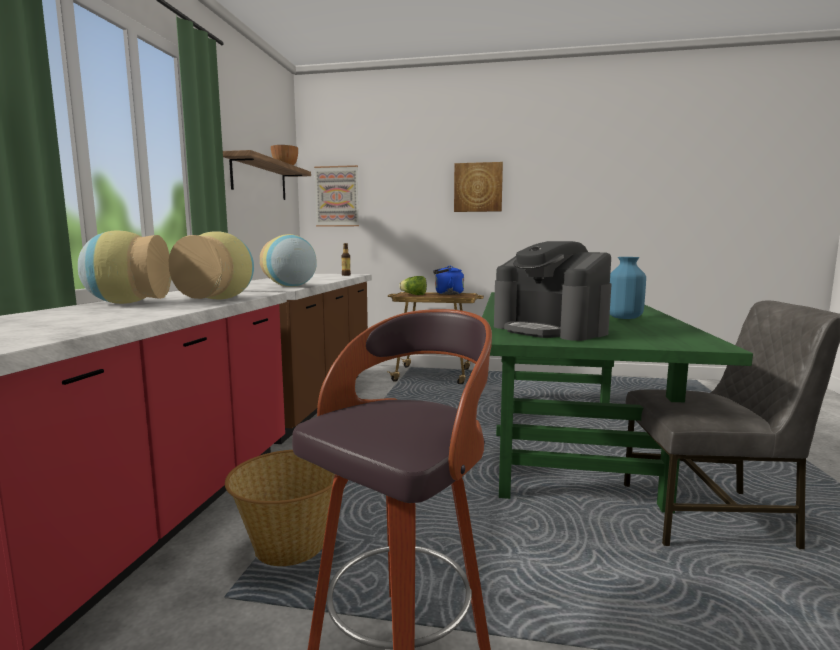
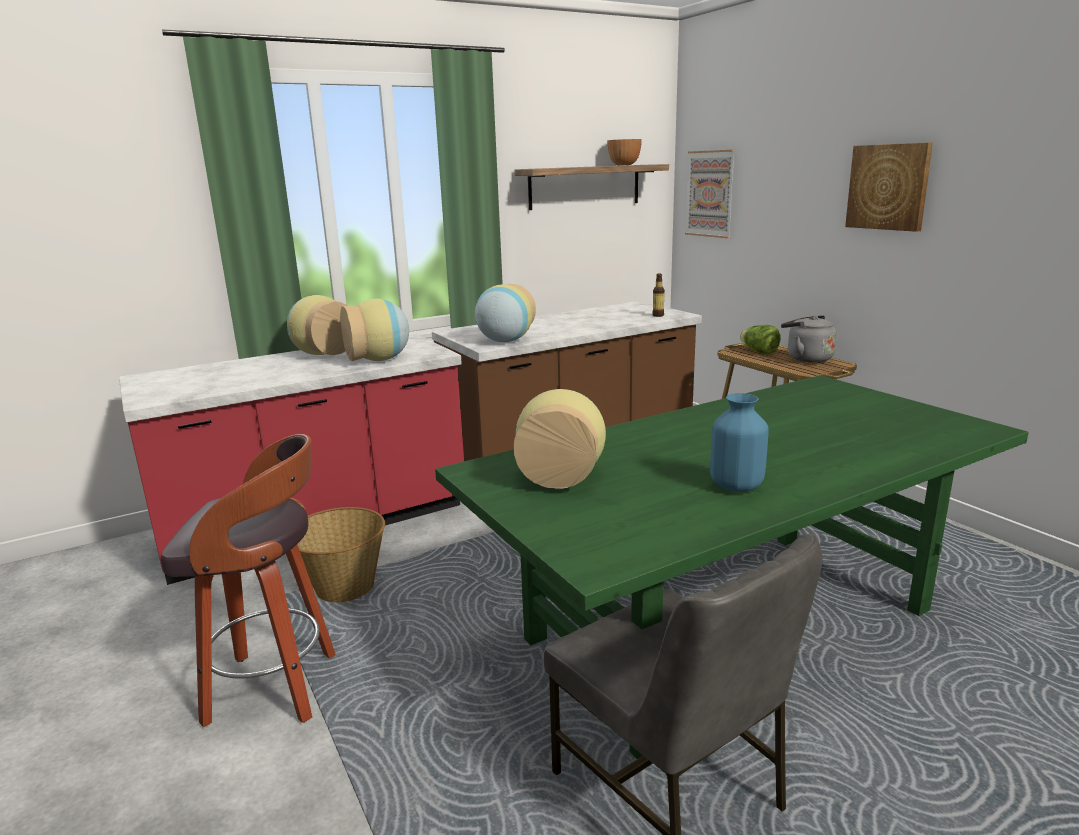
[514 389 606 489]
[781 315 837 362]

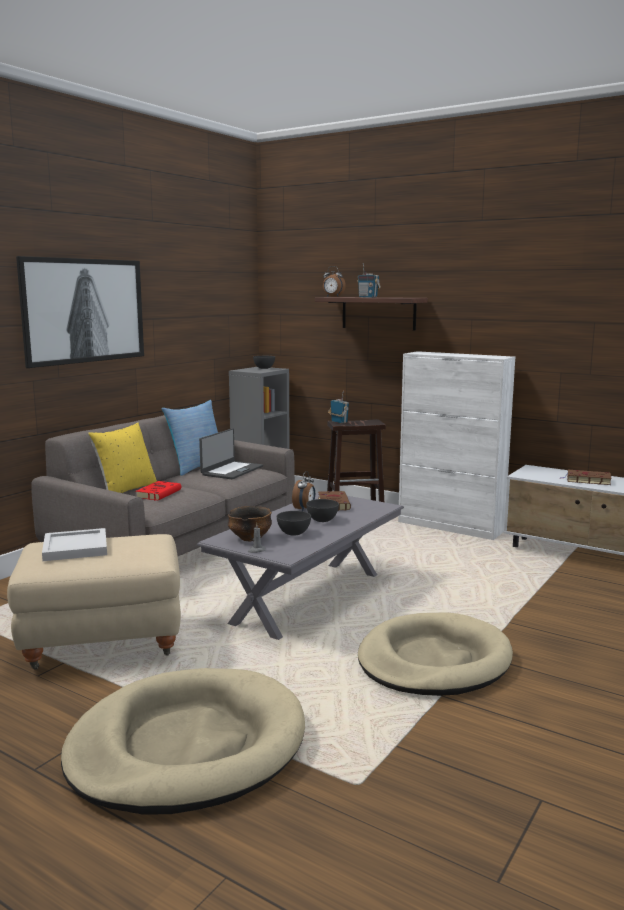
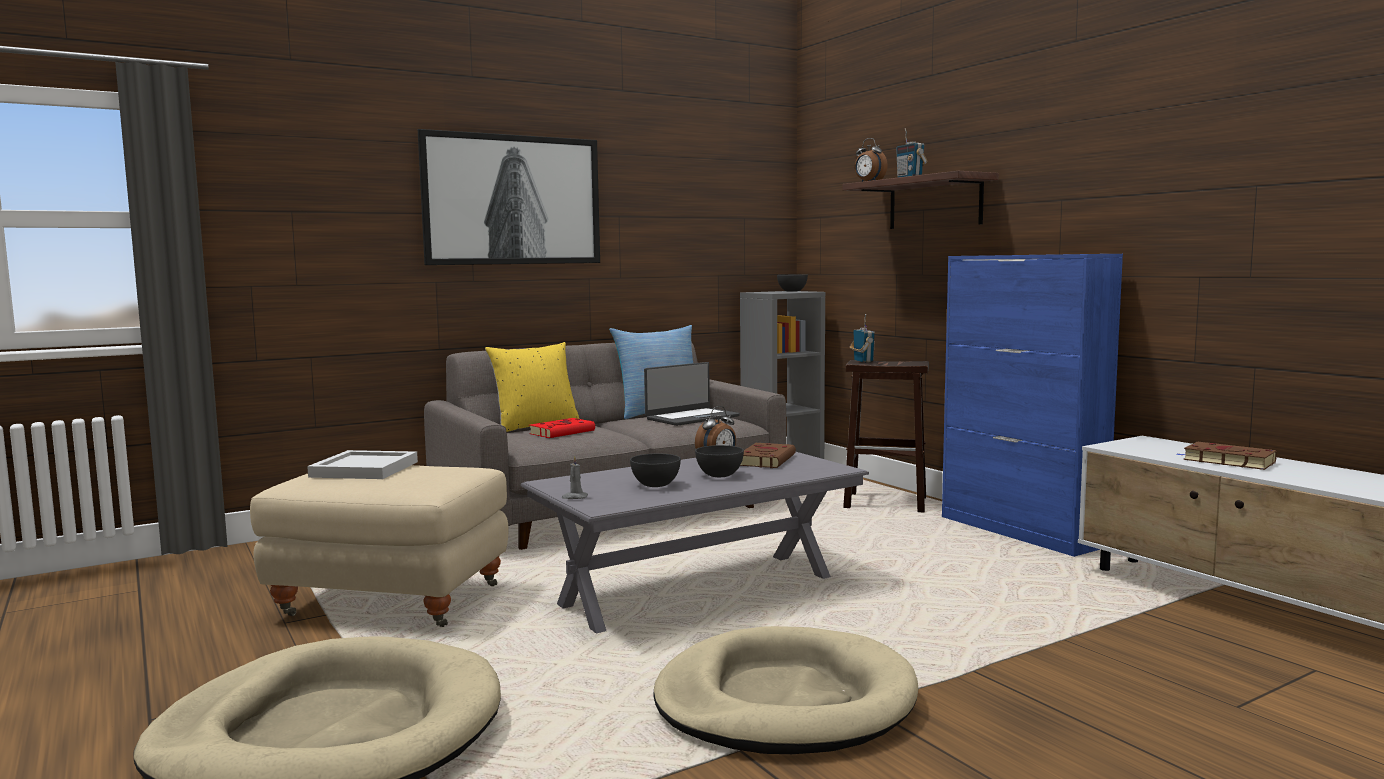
[942 254 1123 557]
[228 506 272 542] (first image)

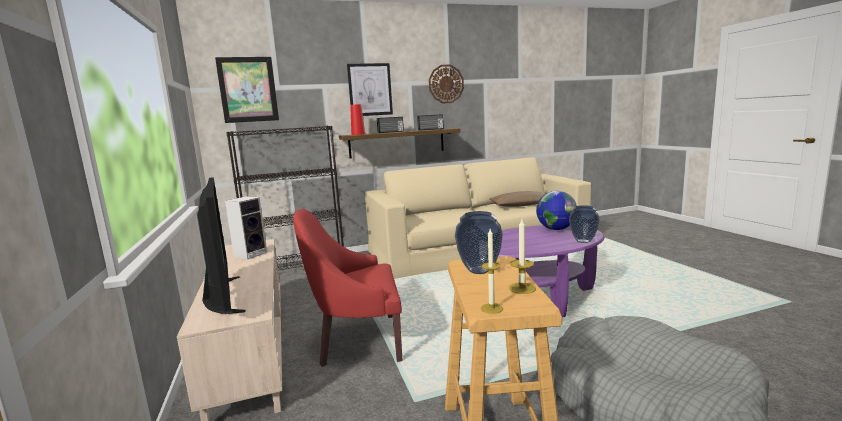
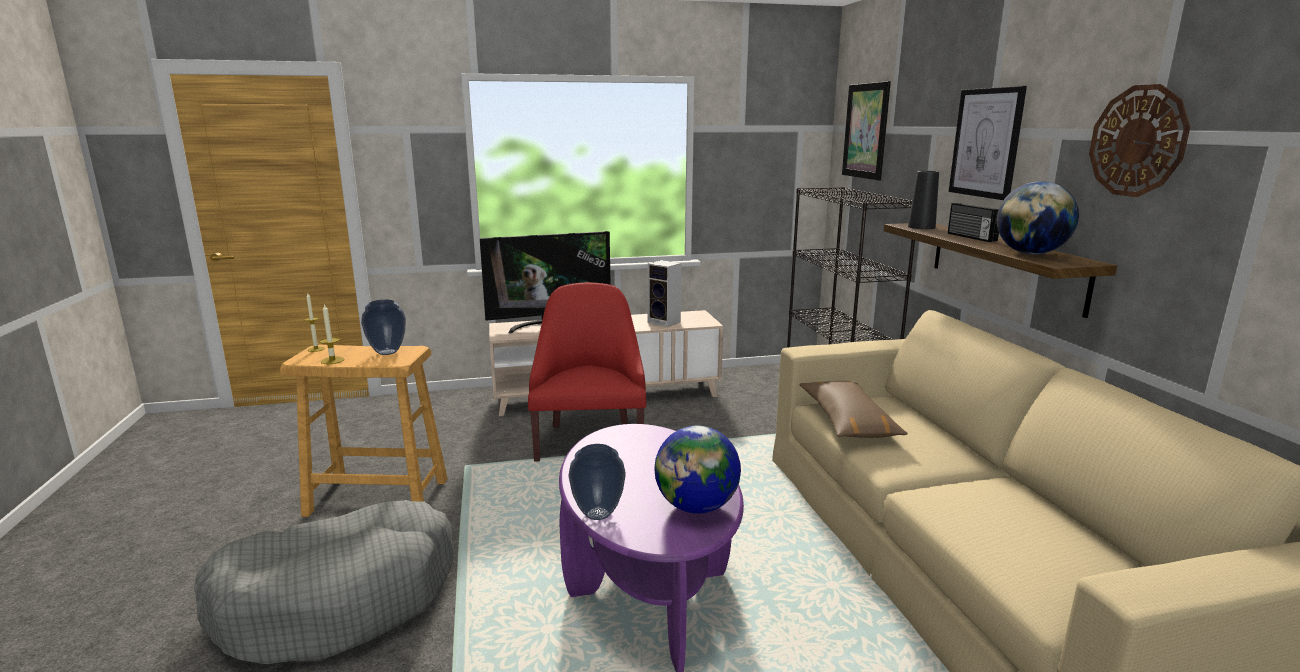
[908 171 939 229]
[997 181 1079 254]
[800 381 908 438]

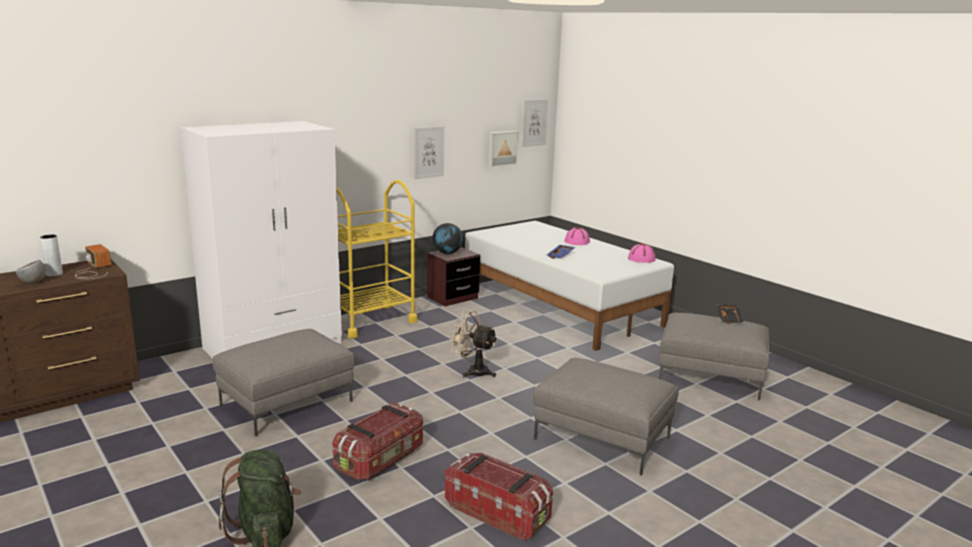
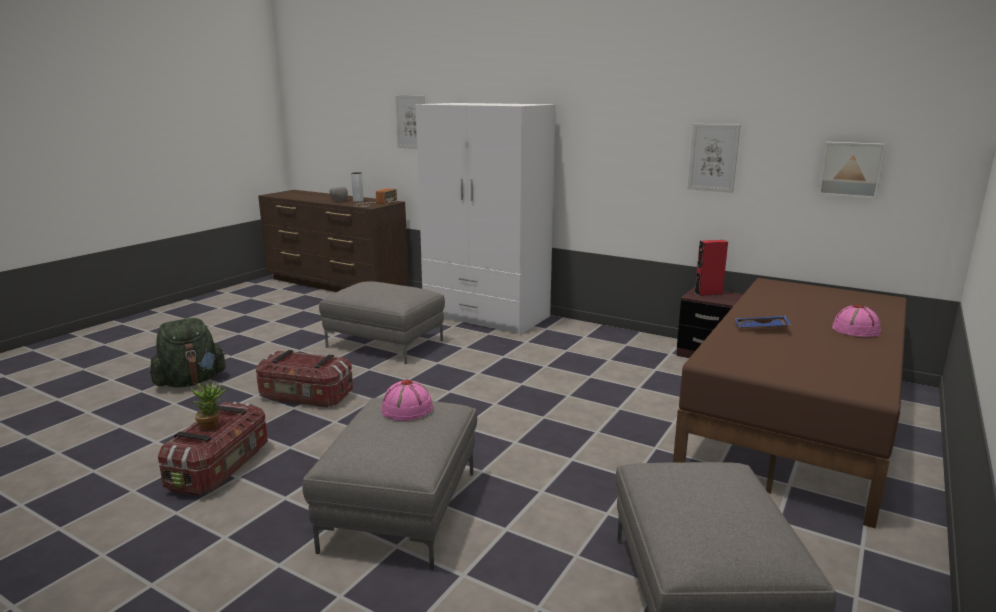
[395 95 425 149]
[337 180 418 338] (first image)
[673 278 907 529]
[695 240 728 296]
[381 380 433 421]
[717 304 743 324] (first image)
[449 310 497 378] (first image)
[187 382 227 431]

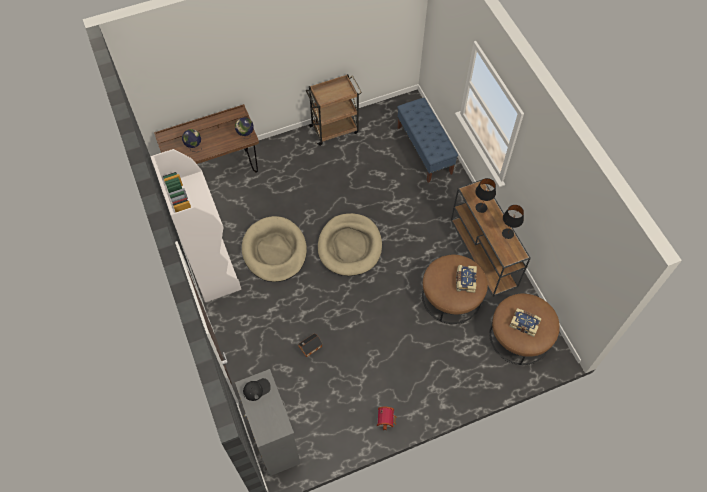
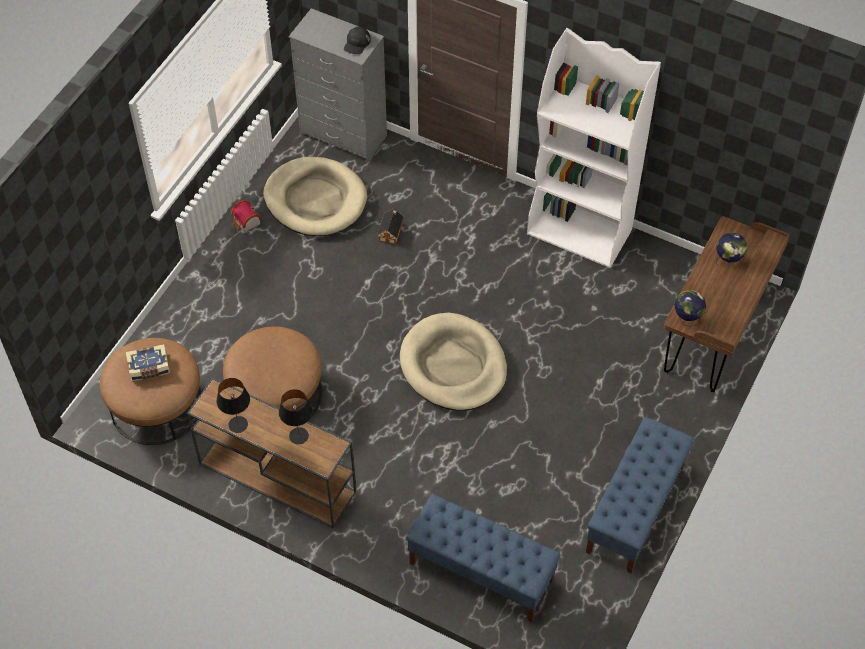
[586 417 694 573]
[263 157 367 236]
[456 265 477 293] (first image)

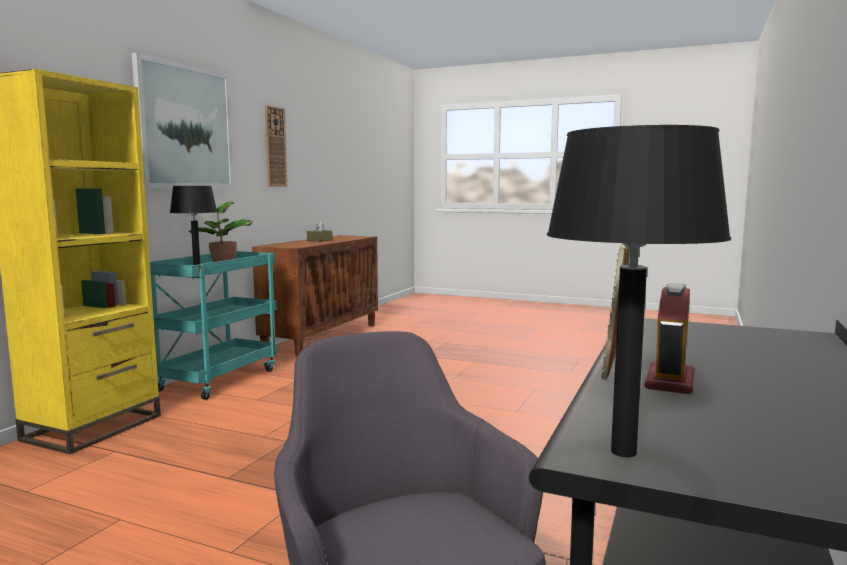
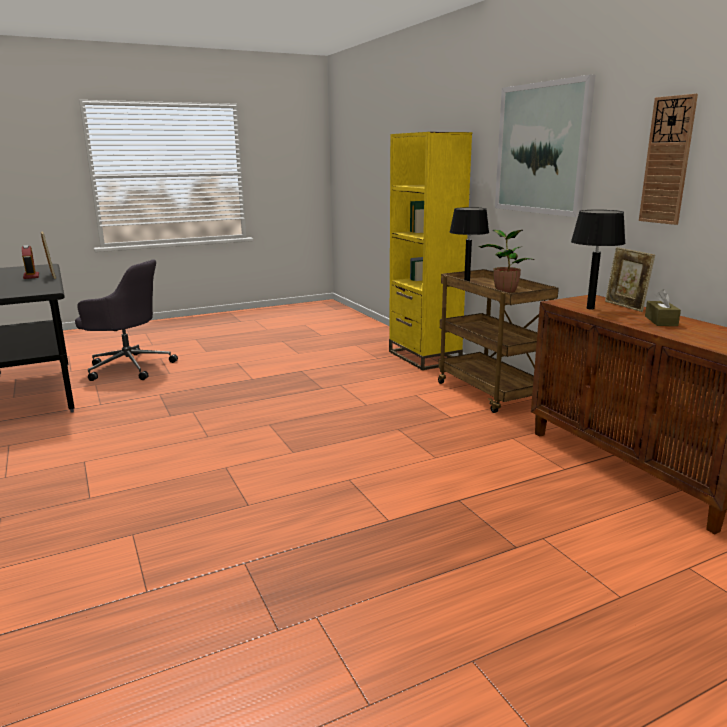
[571 210 626 310]
[438 269 559 413]
[605 247 655 312]

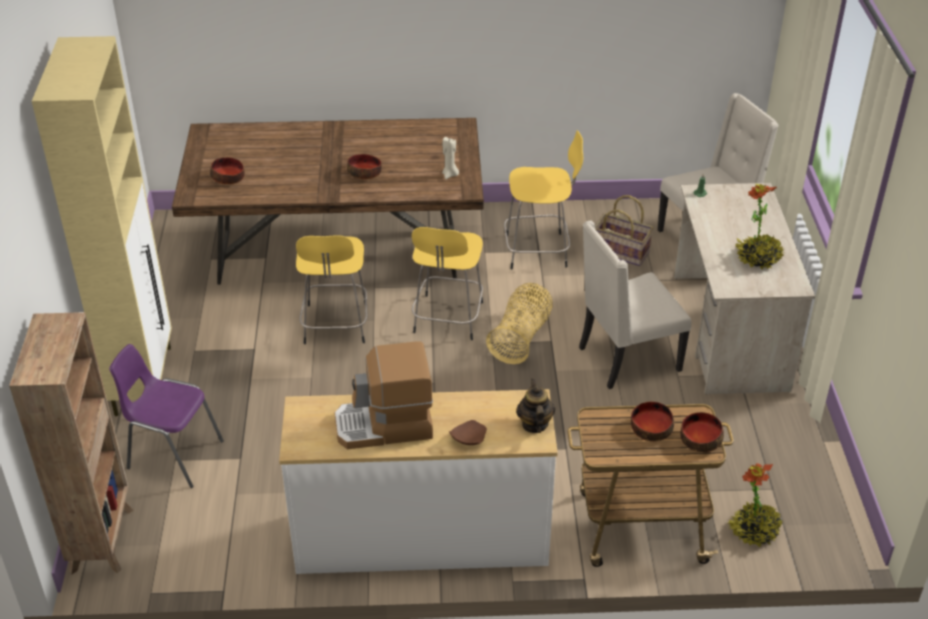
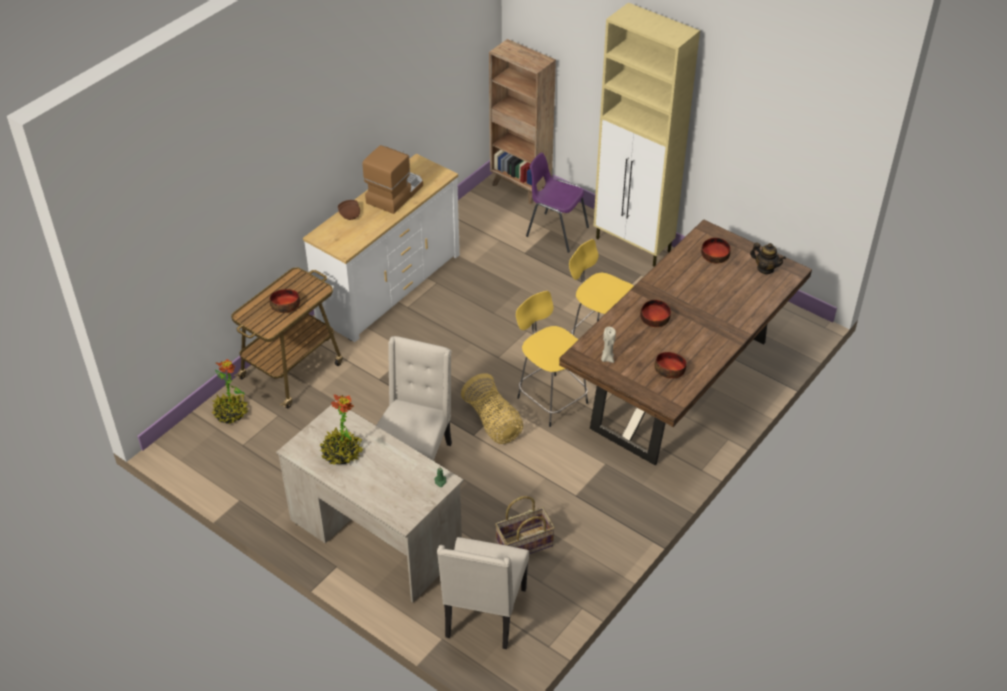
[504 130 583 269] (first image)
[526 153 589 253]
[750 243 786 274]
[654 352 687 379]

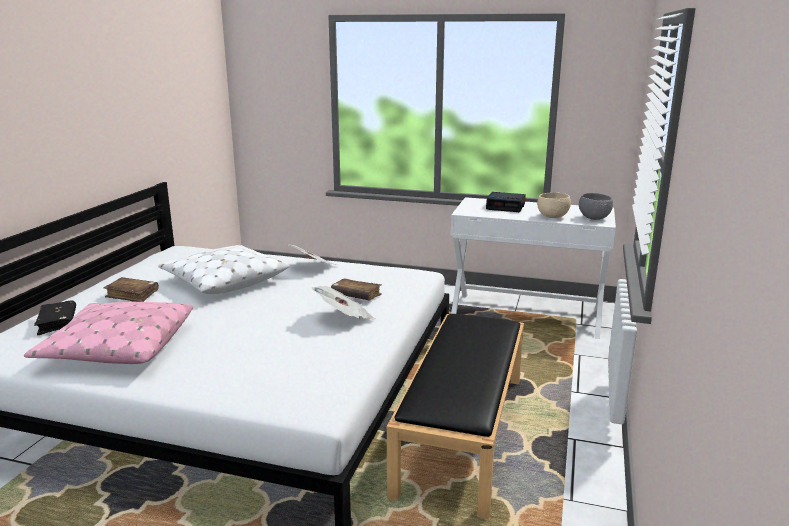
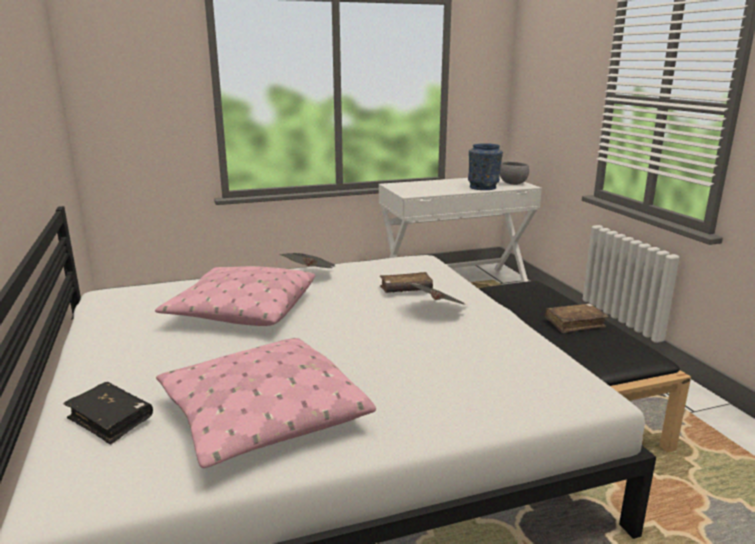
[486 192 526 212] (first image)
[468 143 503 190]
[155 266 315 326]
[545 303 609 333]

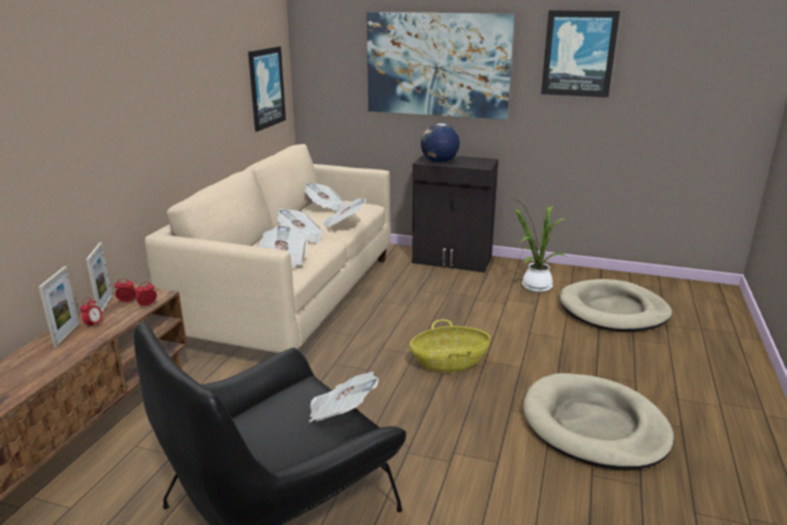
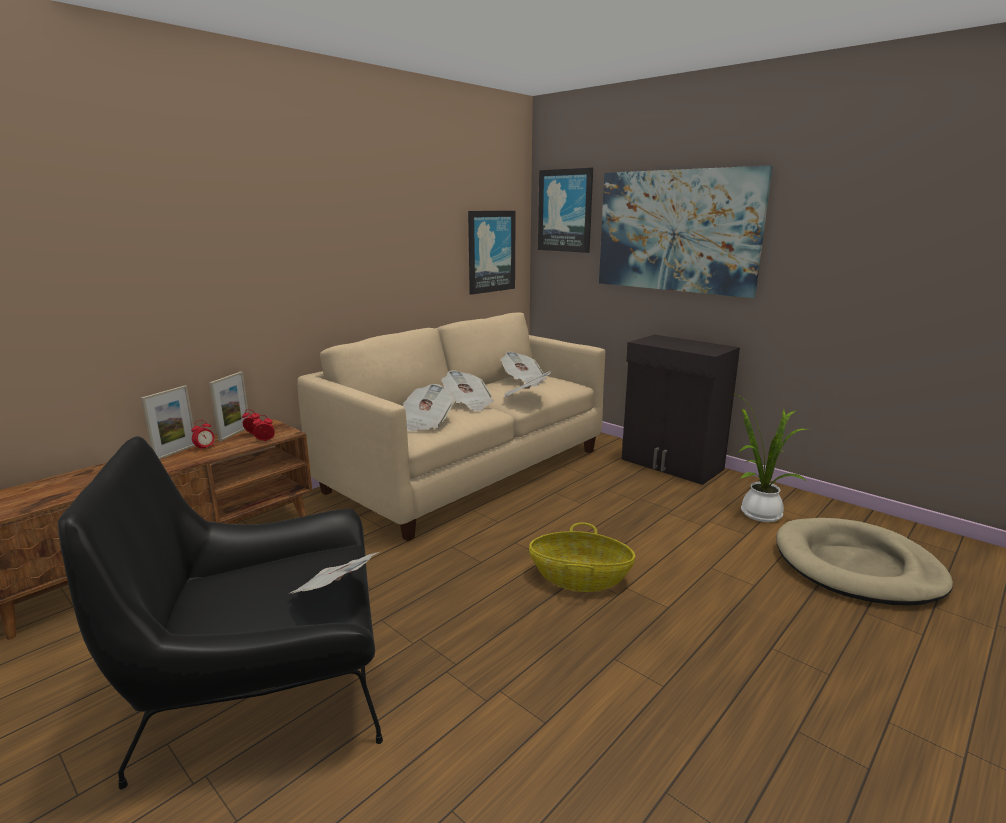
[538 168 593 253]
[421 123 460 163] (first image)
[523 373 674 469] (first image)

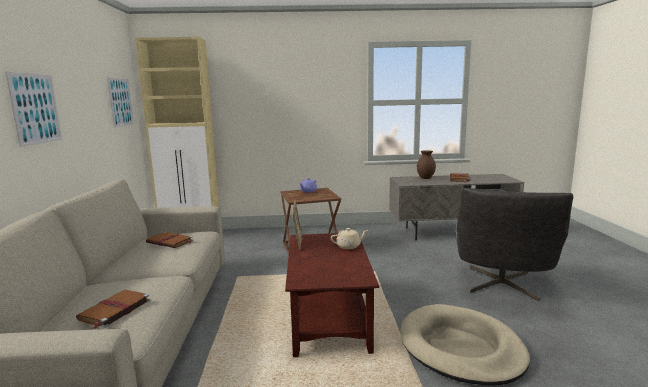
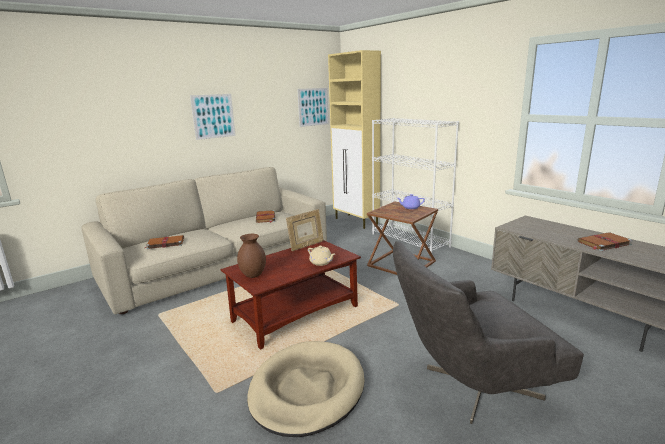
[237 234 266 278]
[372 118 459 253]

